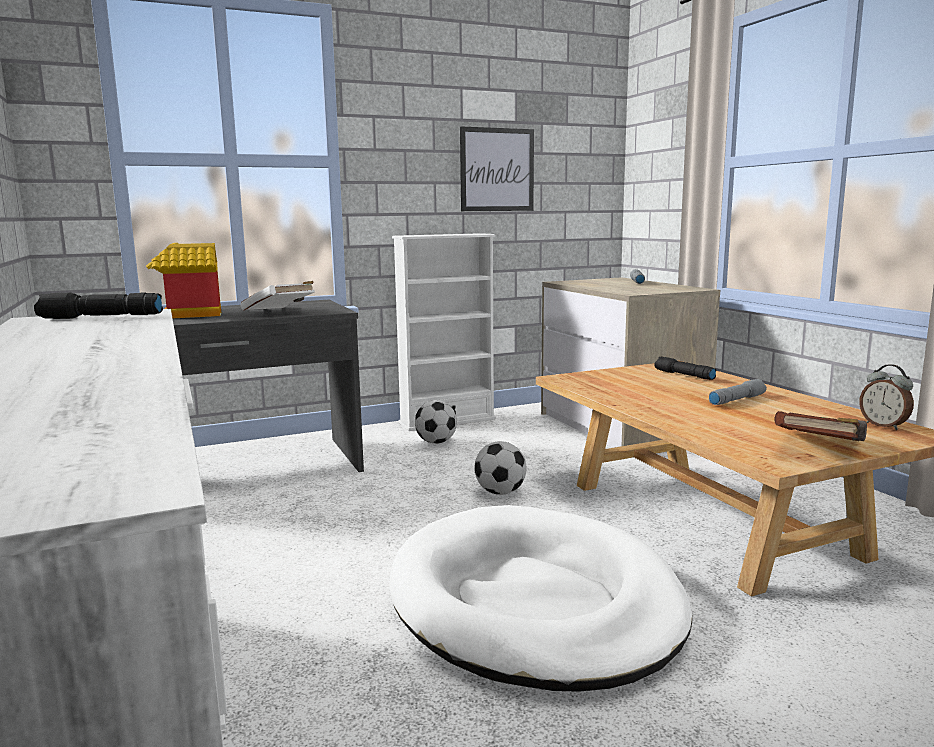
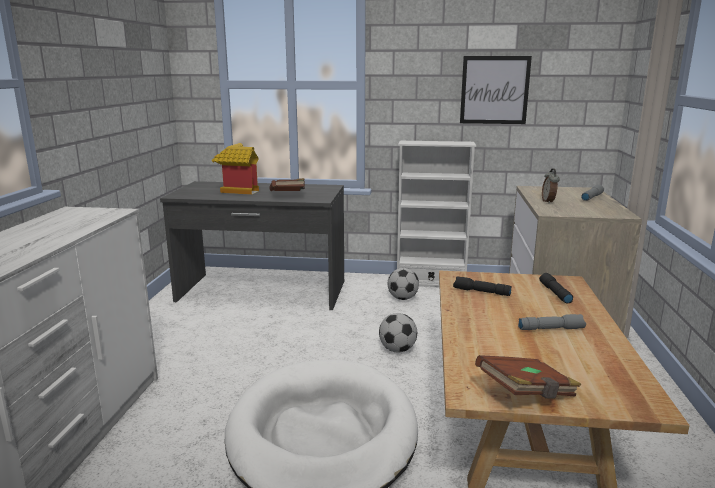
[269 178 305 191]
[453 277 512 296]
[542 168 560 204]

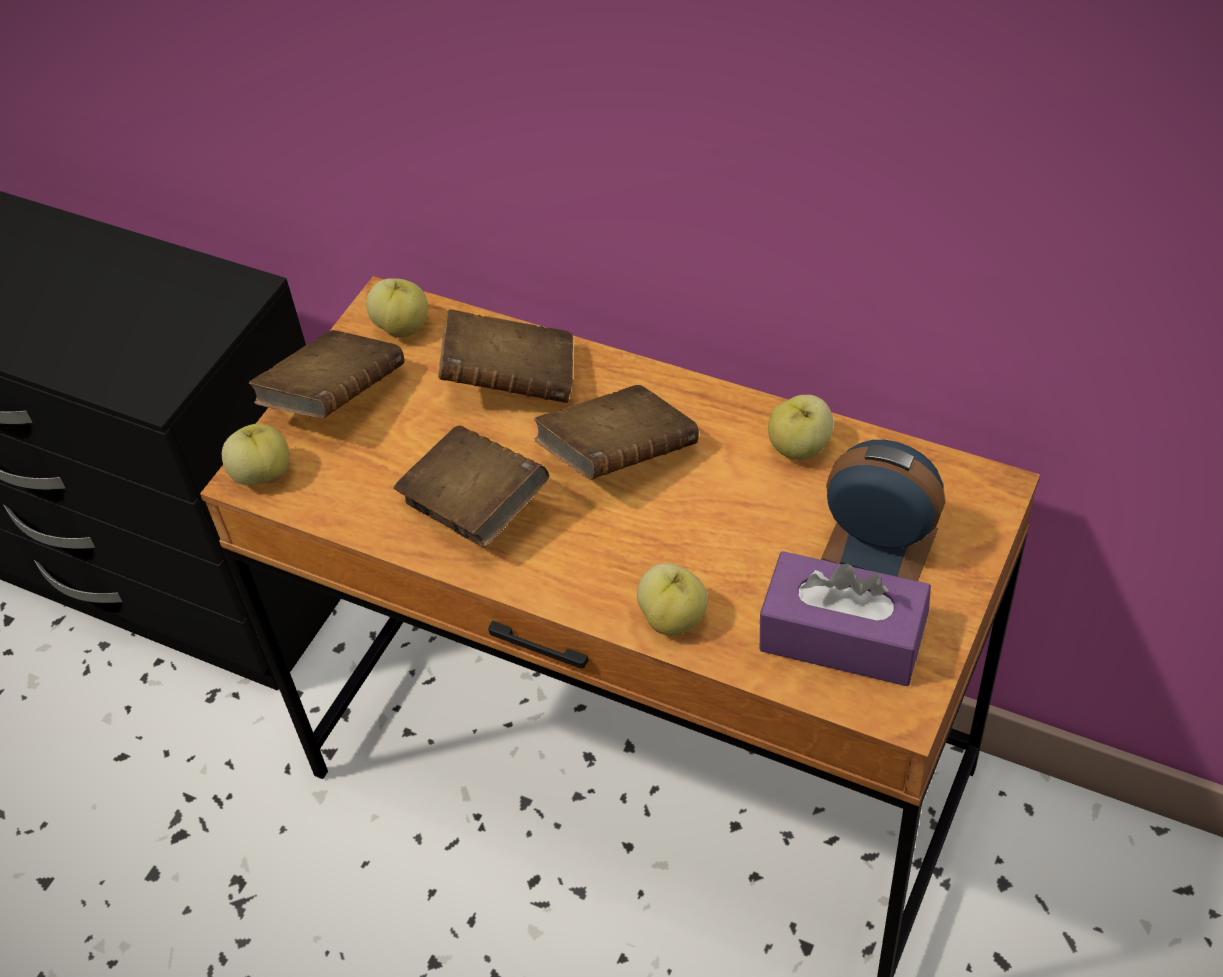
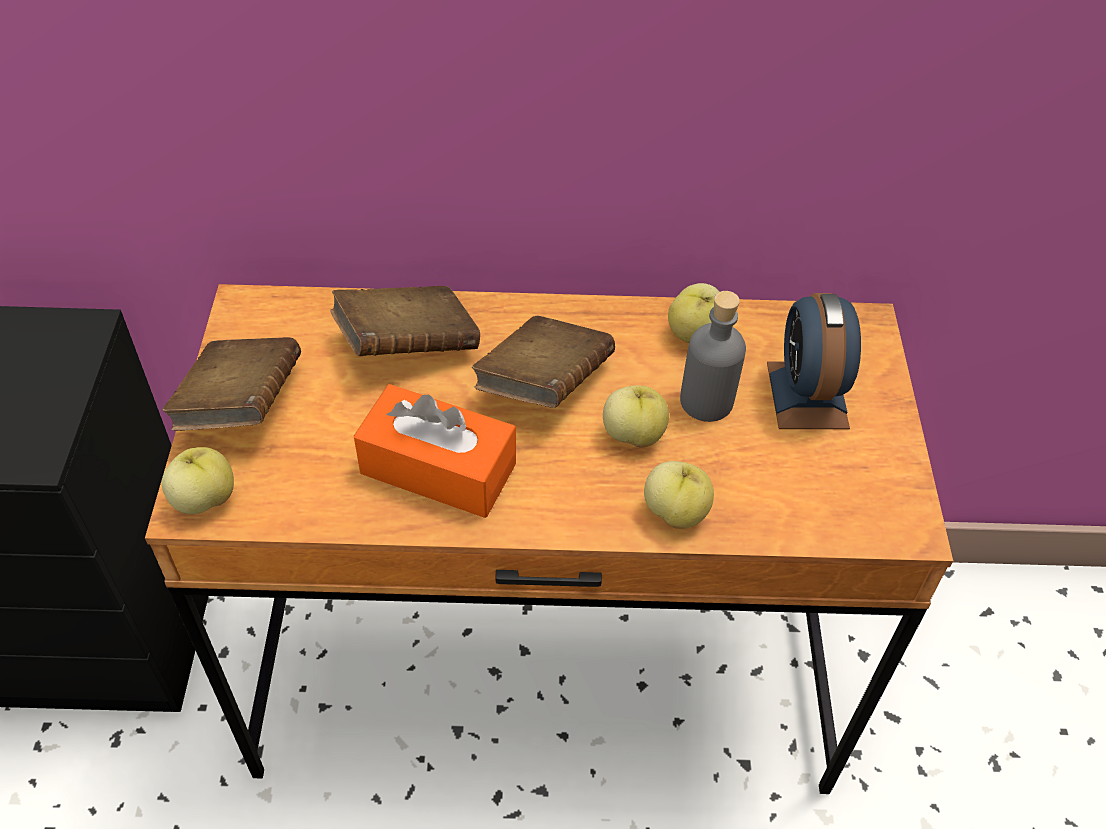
[603 385 669 448]
[354 384 516 518]
[767 293 861 429]
[760 551 931 686] (first image)
[680 291 746 422]

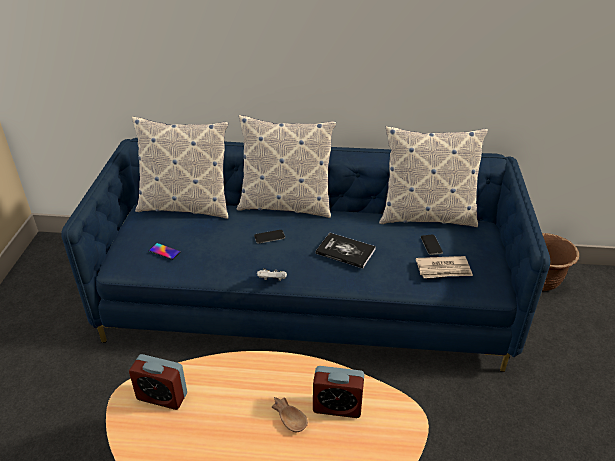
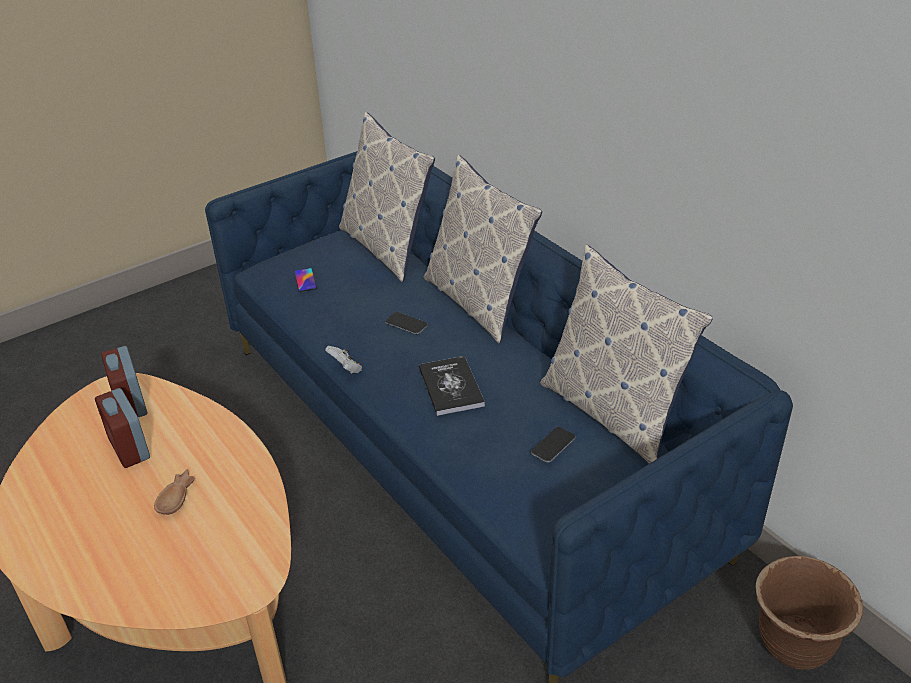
[416 256 473 278] (first image)
[95 388 150 468]

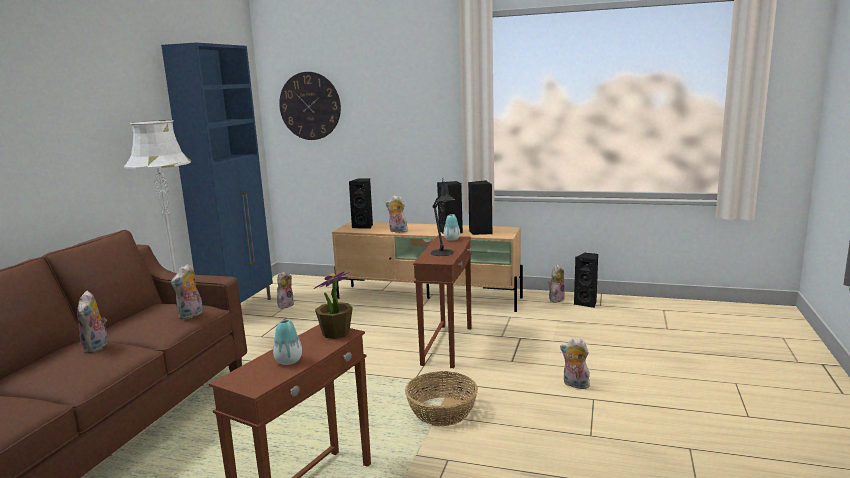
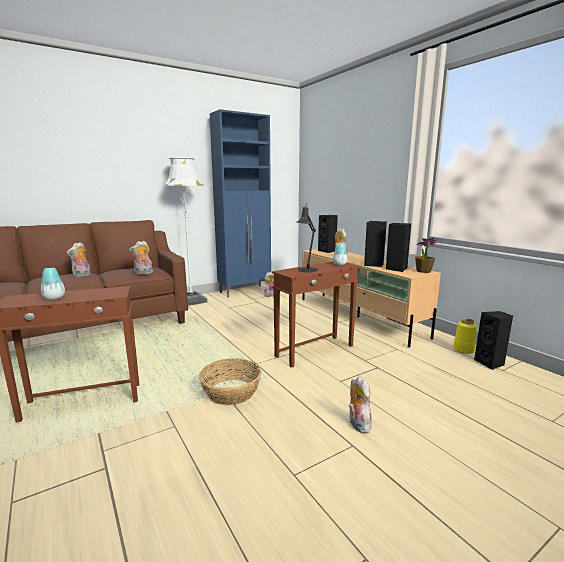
[279 72 341 140] (first image)
[453 318 477 354]
[415 238 438 273]

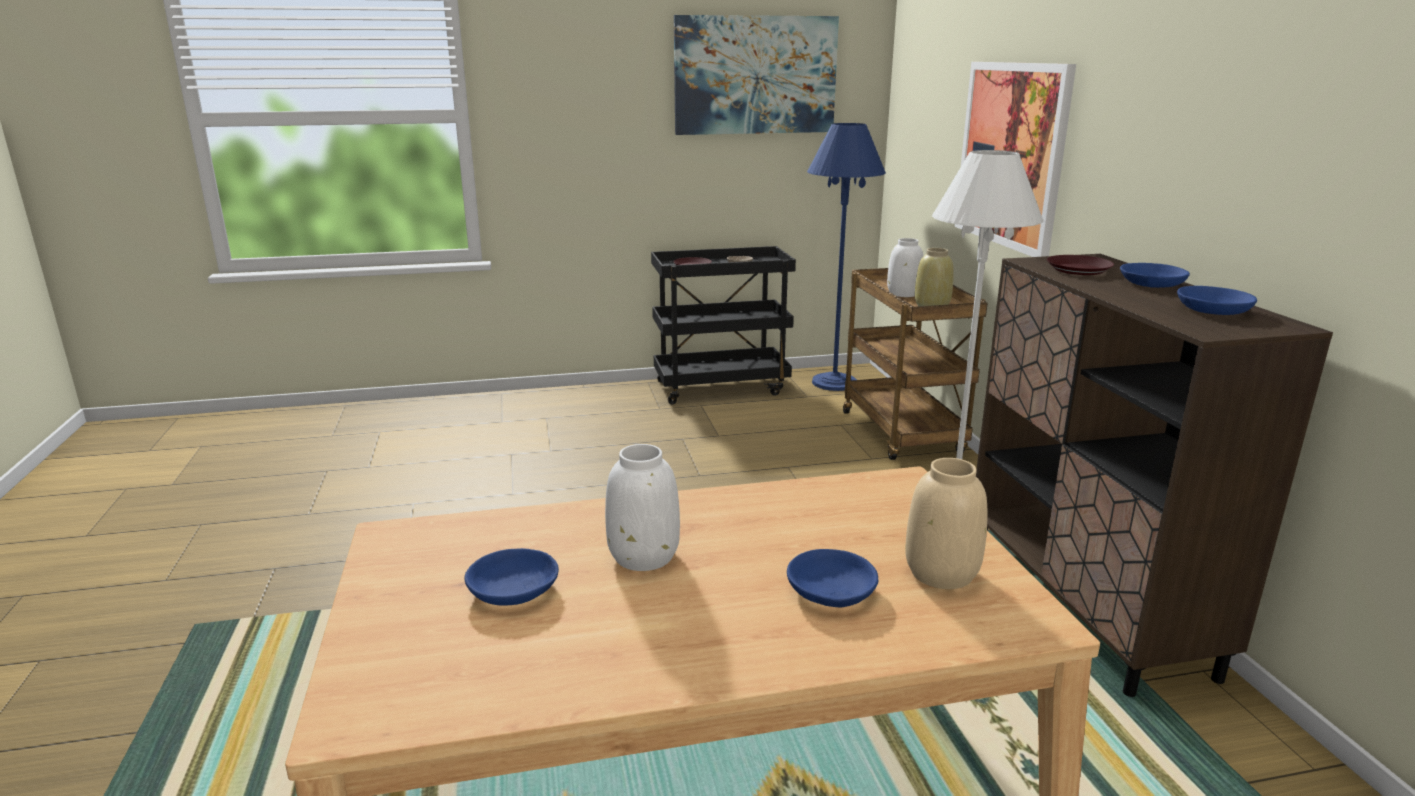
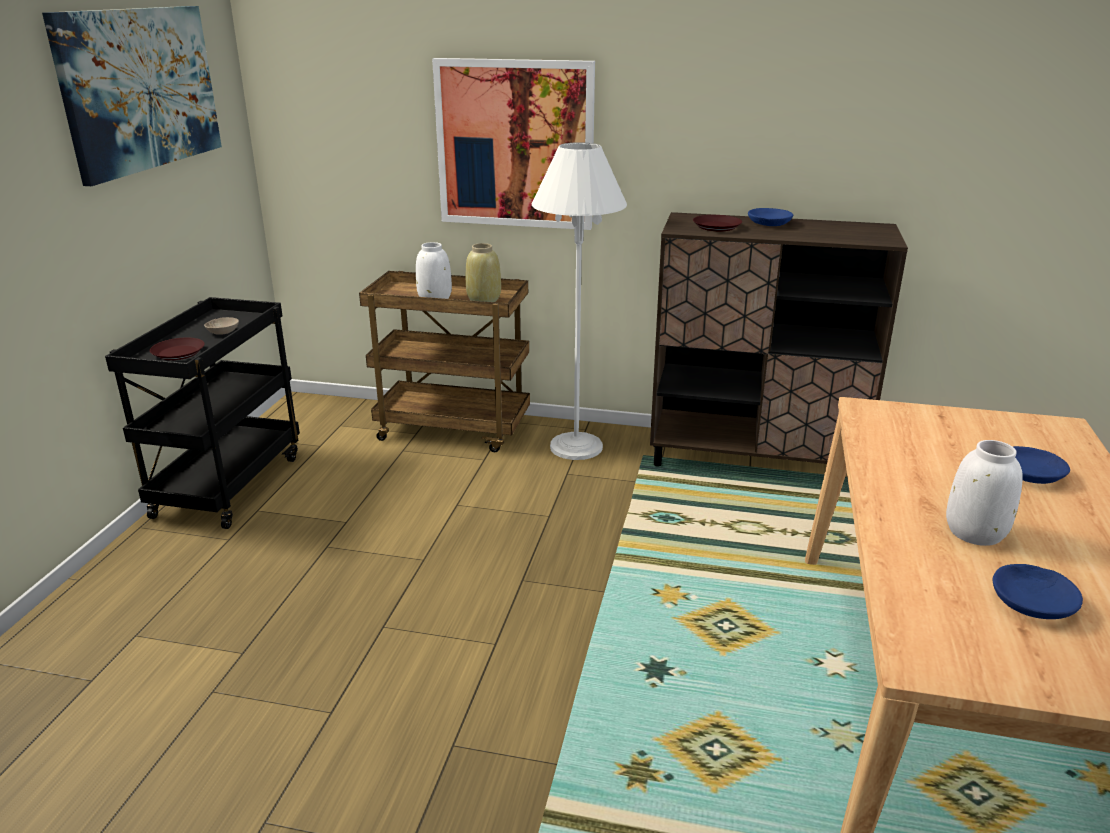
[807 123 886 391] (first image)
[1177 286 1257 315] (first image)
[905 458 988 589] (first image)

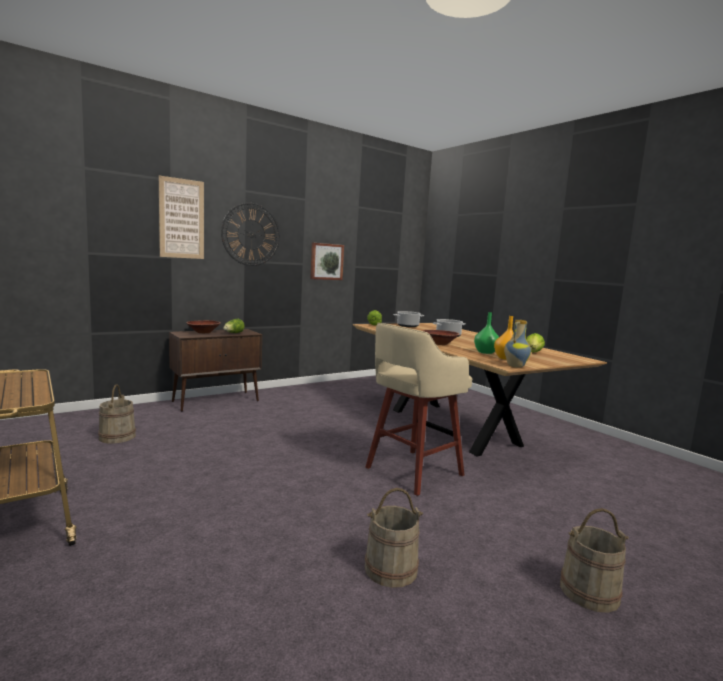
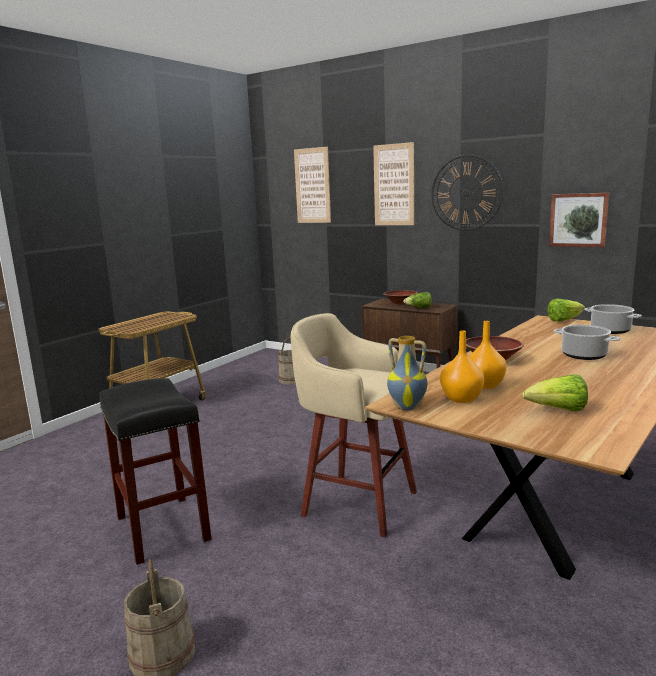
[469 321 507 389]
[100 378 211 565]
[294 147 331 223]

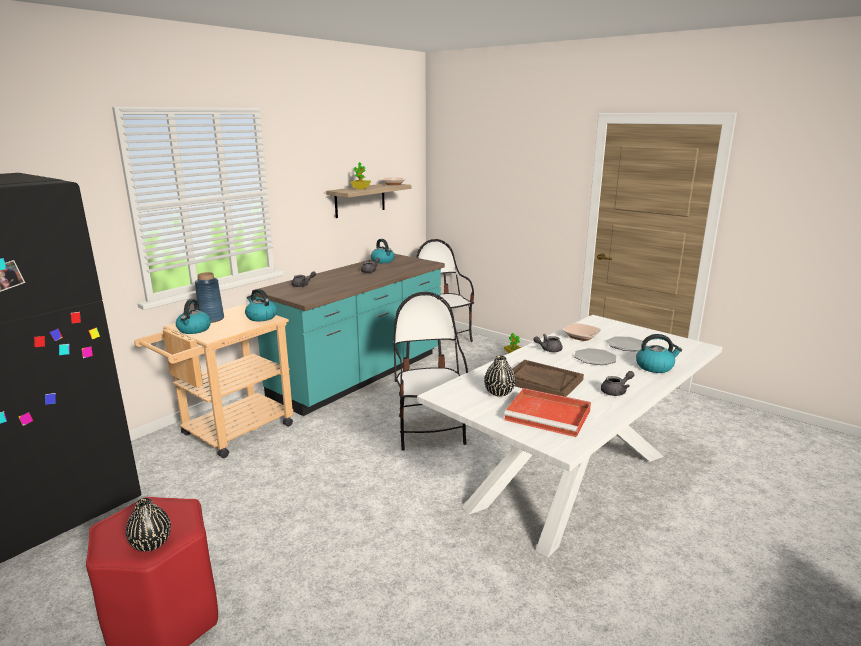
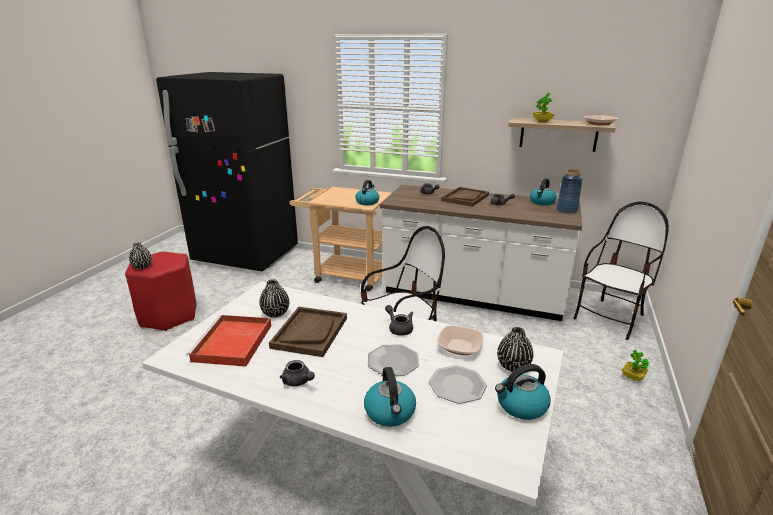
[380 185 582 321]
[556 169 583 213]
[495 364 551 420]
[441 187 489 207]
[497 327 533 372]

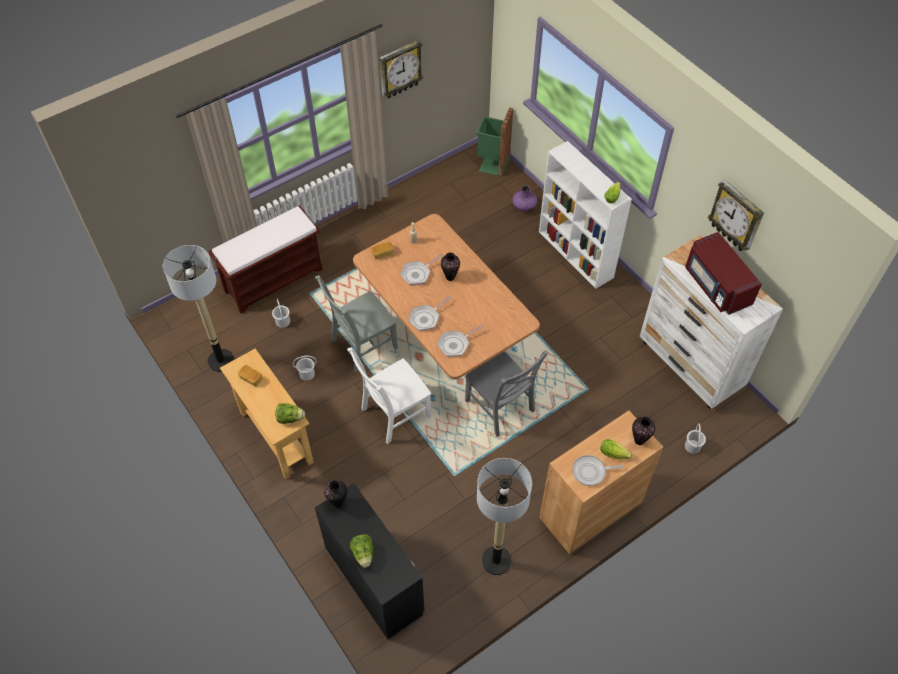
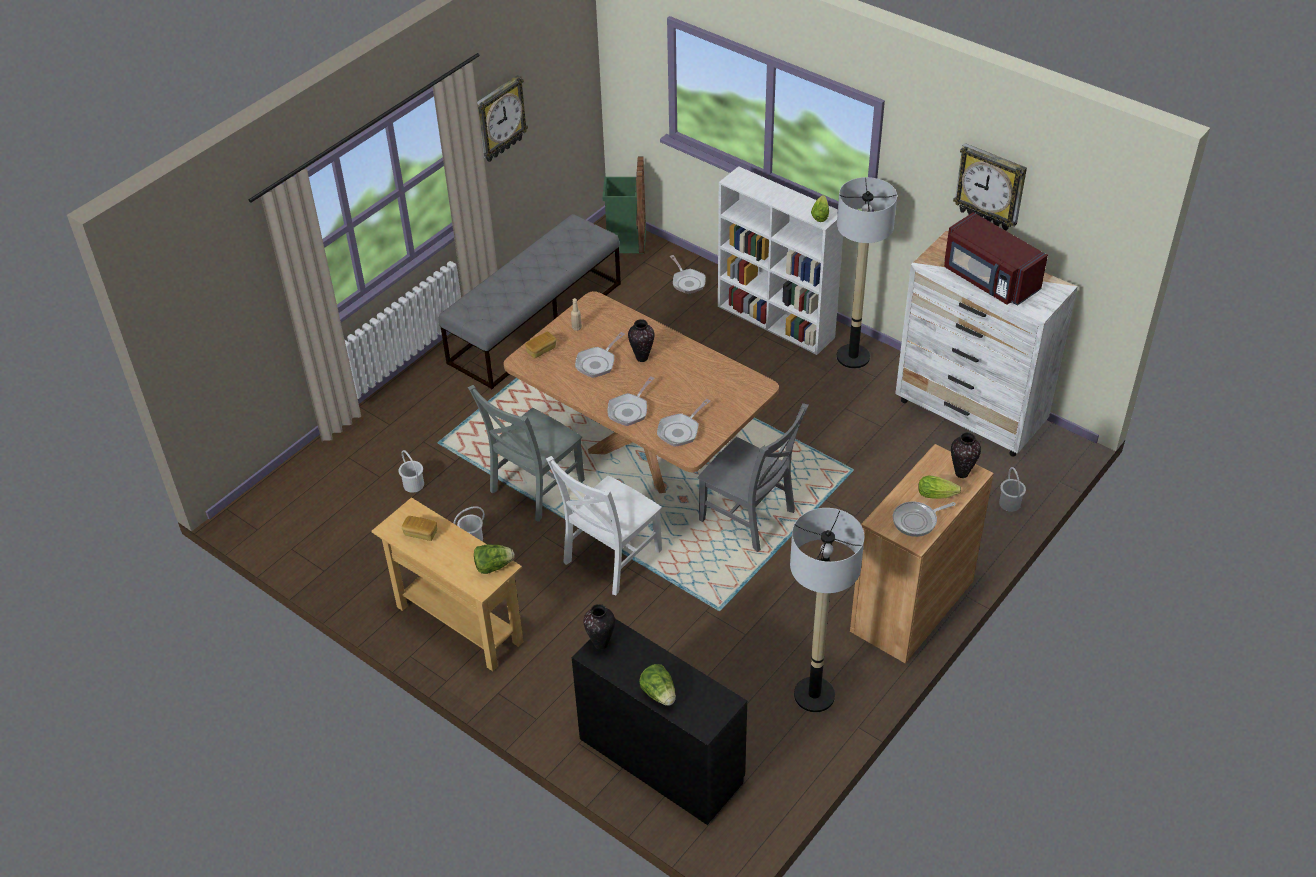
[670 255 706 294]
[209 205 323 313] (first image)
[837 177 897 369]
[439 214 621 389]

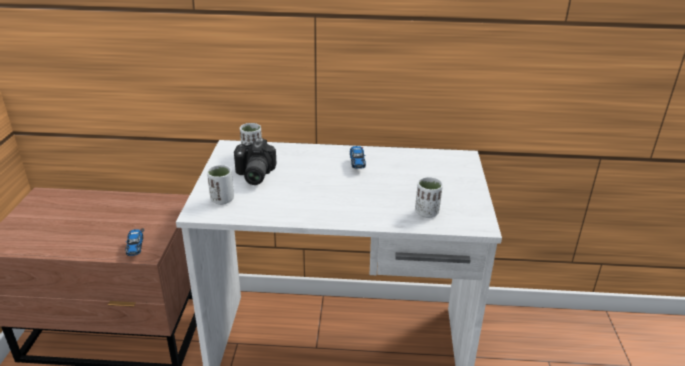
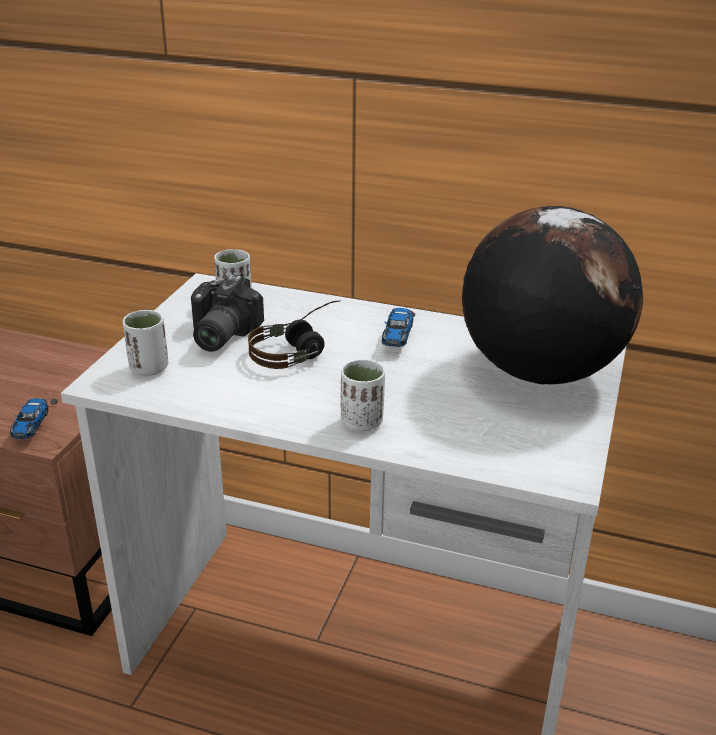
[341 359 385 432]
[462 206 643 384]
[248 300 340 369]

